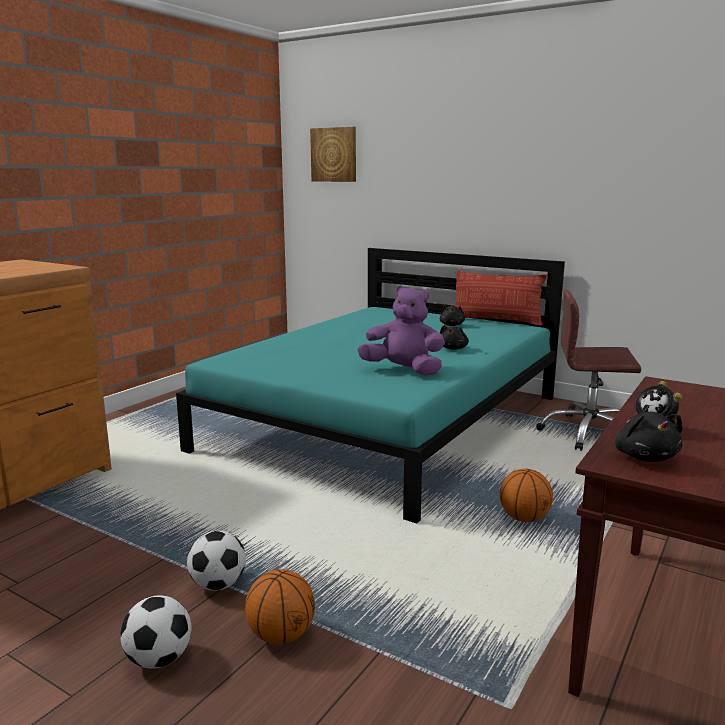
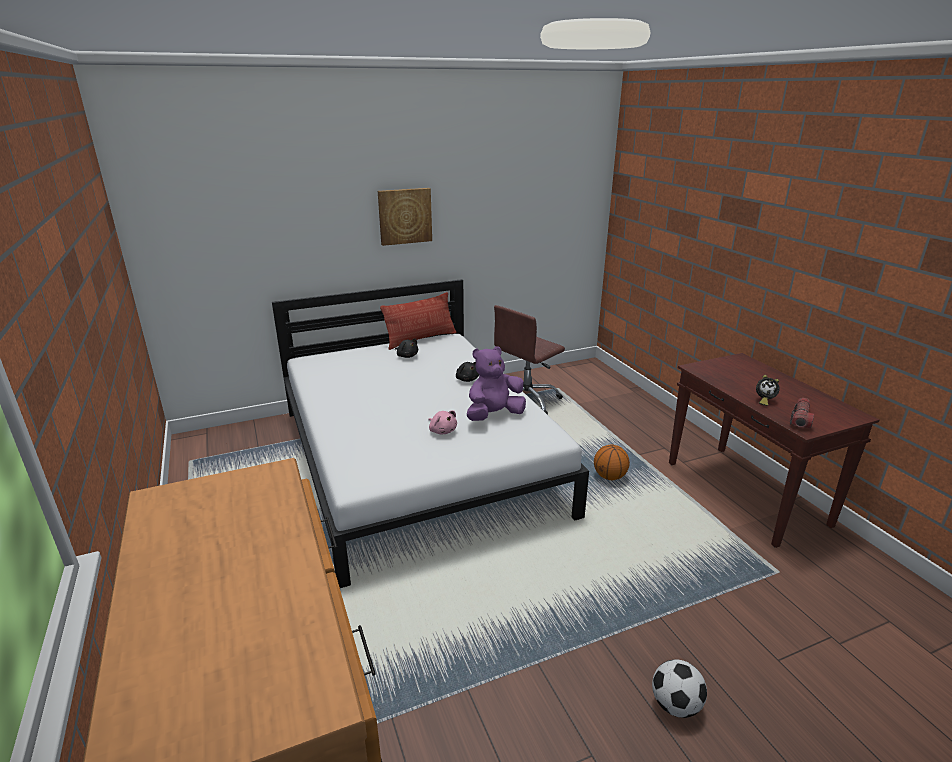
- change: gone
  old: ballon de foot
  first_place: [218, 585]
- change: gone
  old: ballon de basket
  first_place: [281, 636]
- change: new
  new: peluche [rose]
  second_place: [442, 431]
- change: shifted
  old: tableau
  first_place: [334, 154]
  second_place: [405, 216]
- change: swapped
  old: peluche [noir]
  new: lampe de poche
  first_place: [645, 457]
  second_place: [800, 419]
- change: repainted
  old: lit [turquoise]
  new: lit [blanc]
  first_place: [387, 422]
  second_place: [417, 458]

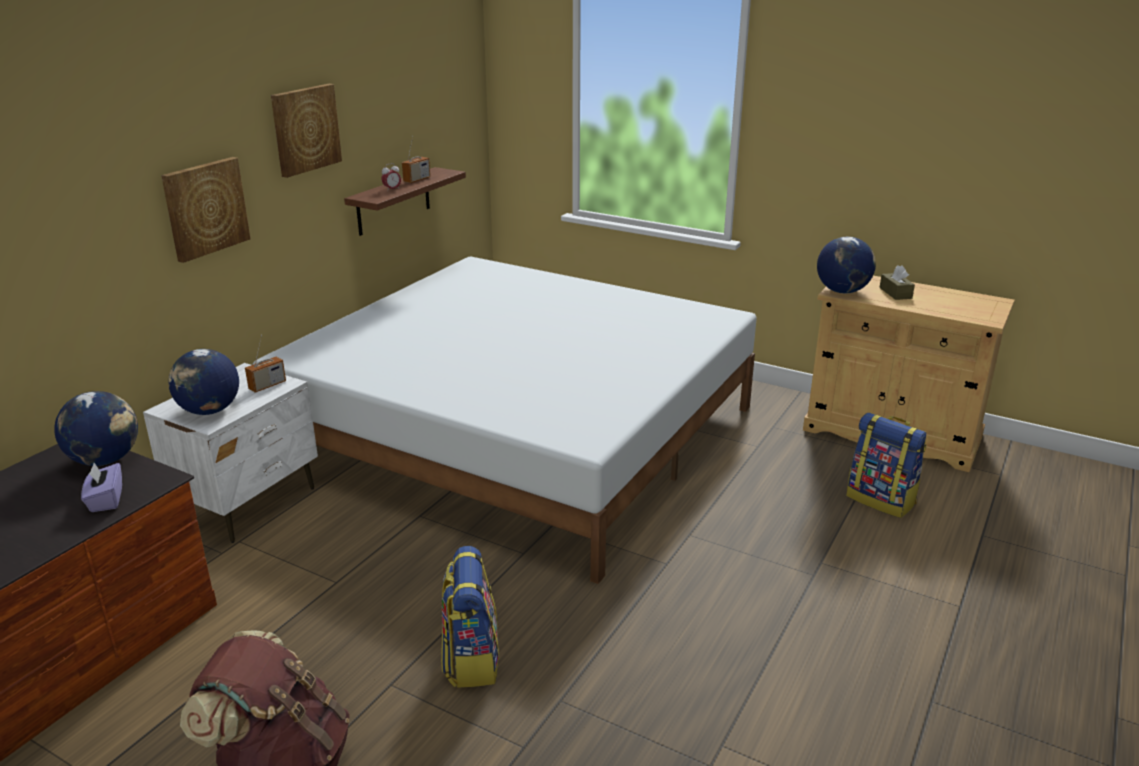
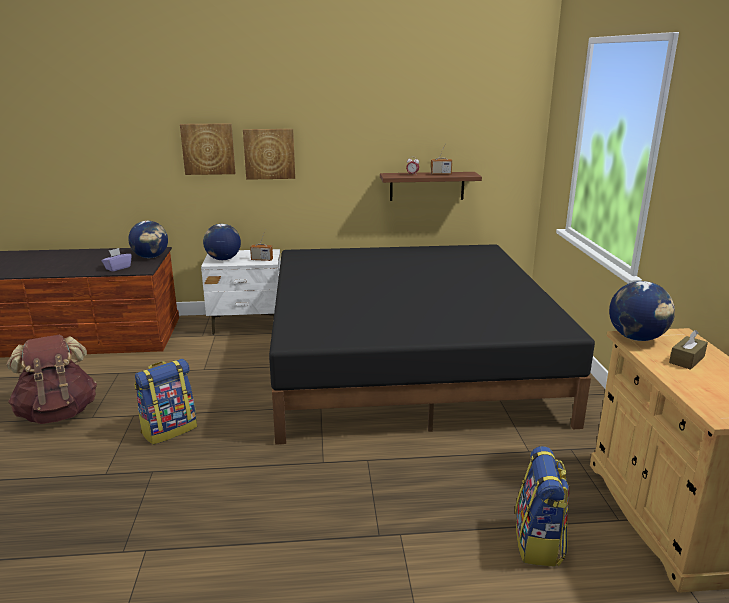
- change: shifted
  old: tableau
  first_place: [305, 129]
  second_place: [208, 149]
- change: repainted
  old: lit [blanc]
  new: lit [noir]
  first_place: [521, 433]
  second_place: [407, 360]

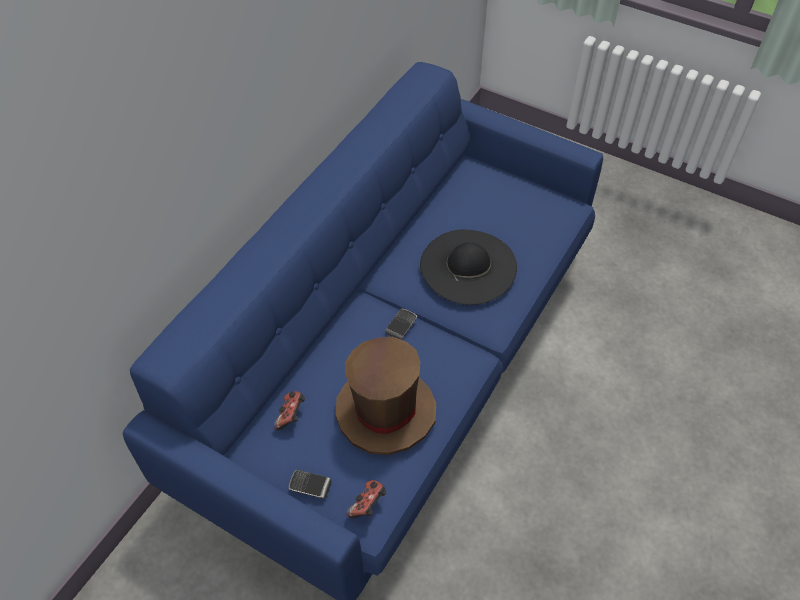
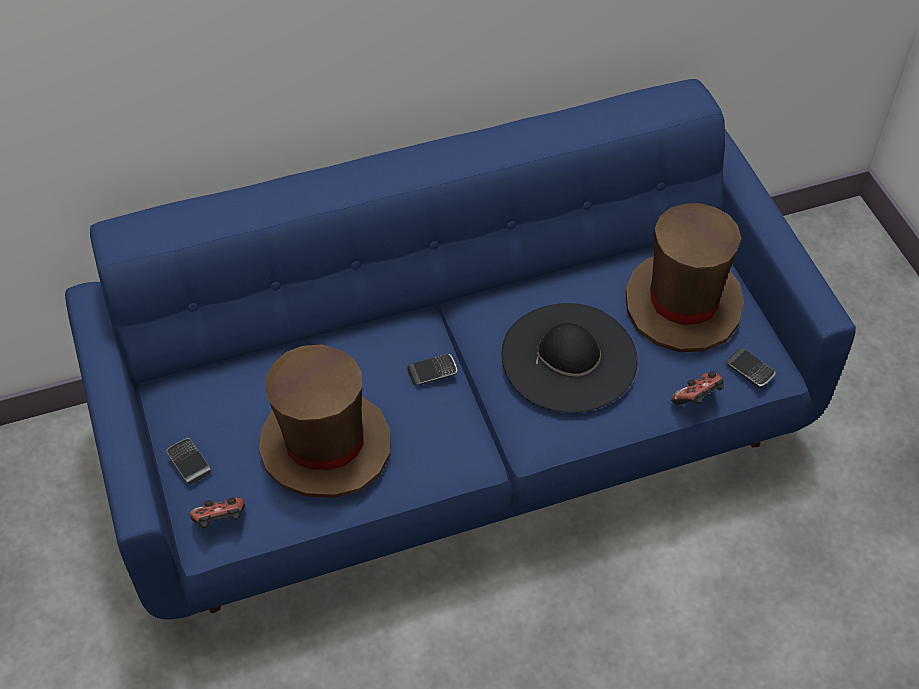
- change: new
  new: chapeau [marron]
  second_place: [683, 304]
- change: new
  new: téléphone
  second_place: [749, 369]
- change: shifted
  old: manette
  first_place: [291, 415]
  second_place: [697, 398]

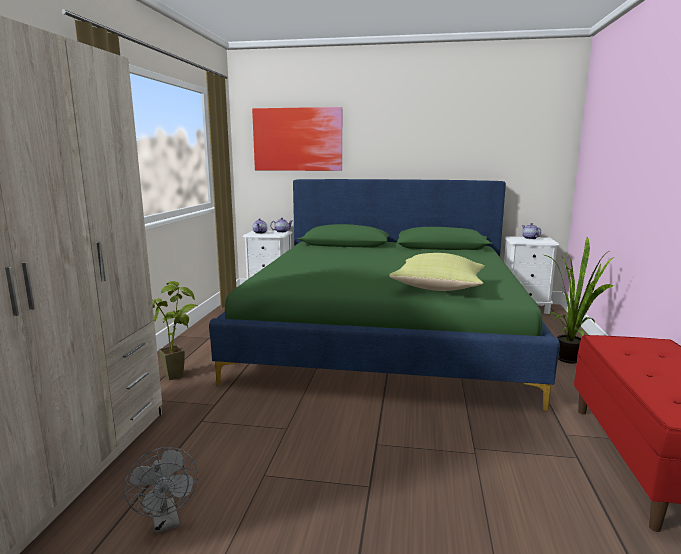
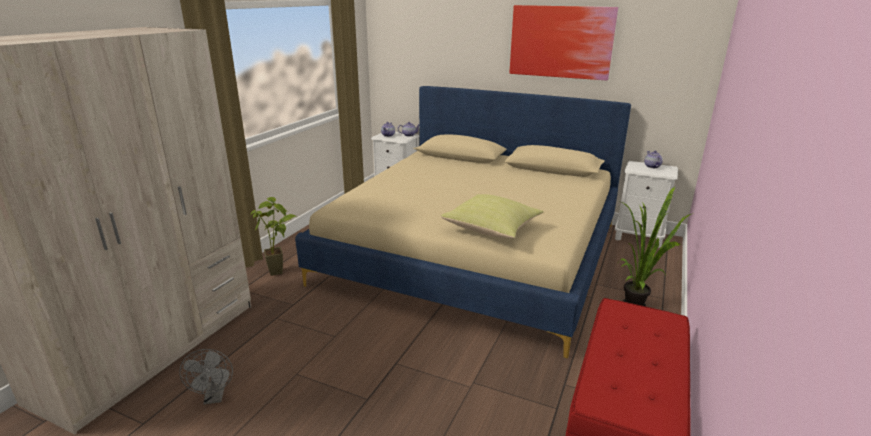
- change: shifted
  old: tableau
  first_place: [298, 139]
  second_place: [561, 42]
- change: repainted
  old: lit [vert]
  new: lit [beige]
  first_place: [386, 334]
  second_place: [475, 252]

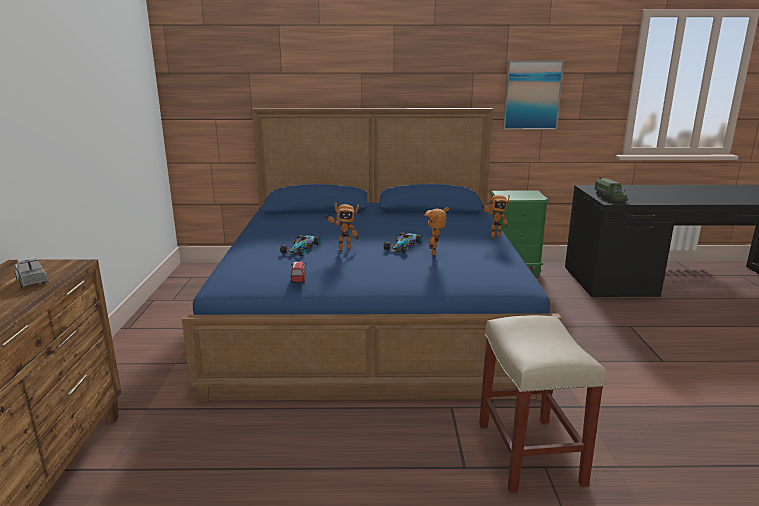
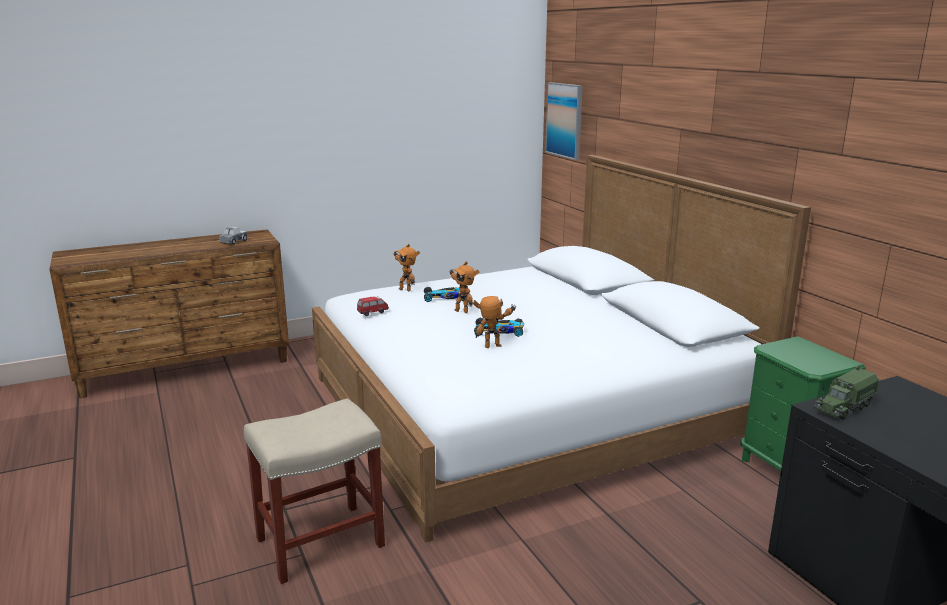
- change: shifted
  old: robot jouet
  first_place: [493, 237]
  second_place: [406, 289]
- change: shifted
  old: tableau
  first_place: [532, 95]
  second_place: [564, 120]
- change: repainted
  old: lit [bleu]
  new: lit [blanc]
  first_place: [372, 314]
  second_place: [527, 406]

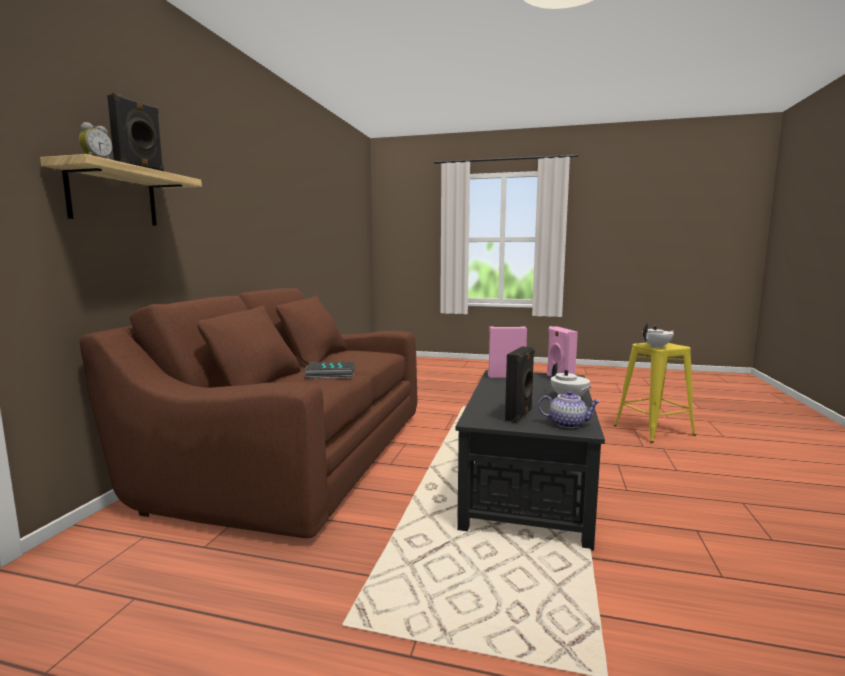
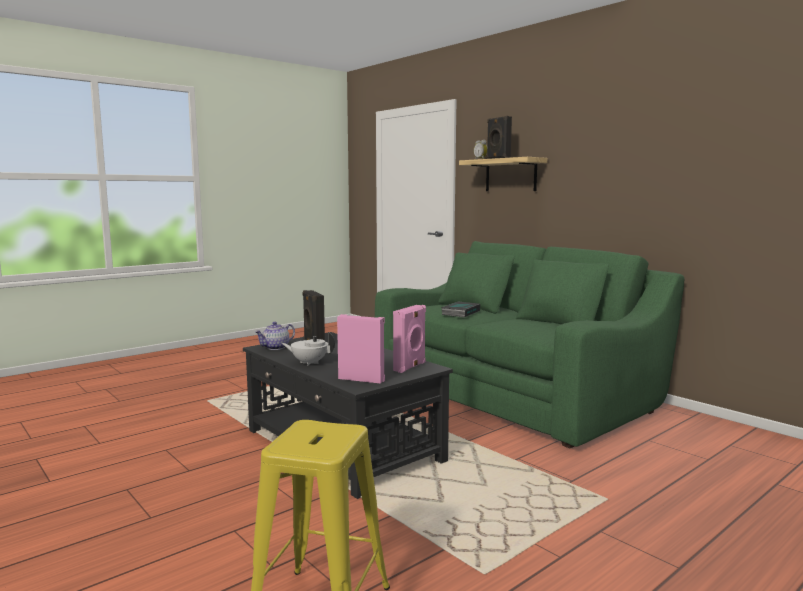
- change: gone
  old: théière [blanc]
  first_place: [657, 346]
- change: repainted
  old: canapé [marron]
  new: canapé [vert]
  first_place: [295, 455]
  second_place: [513, 392]

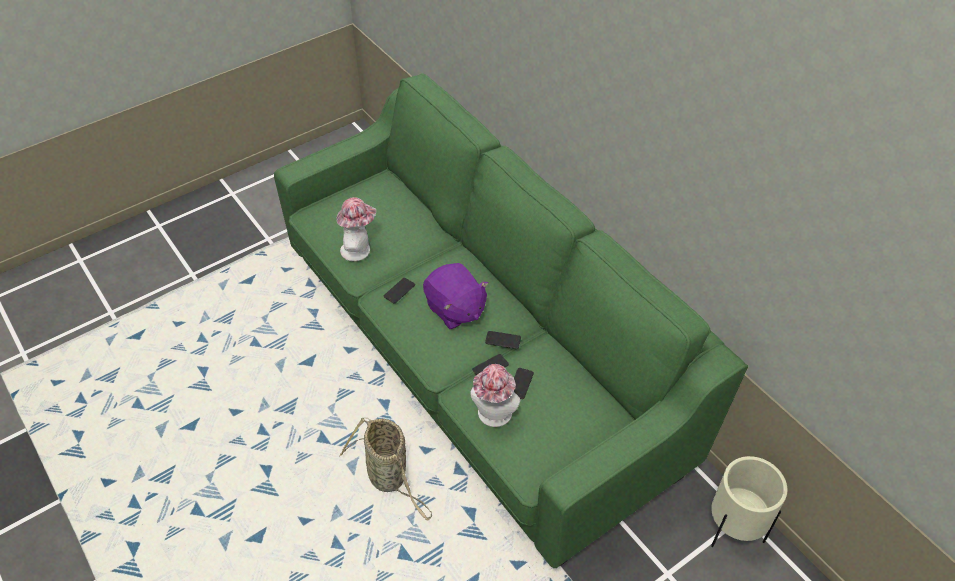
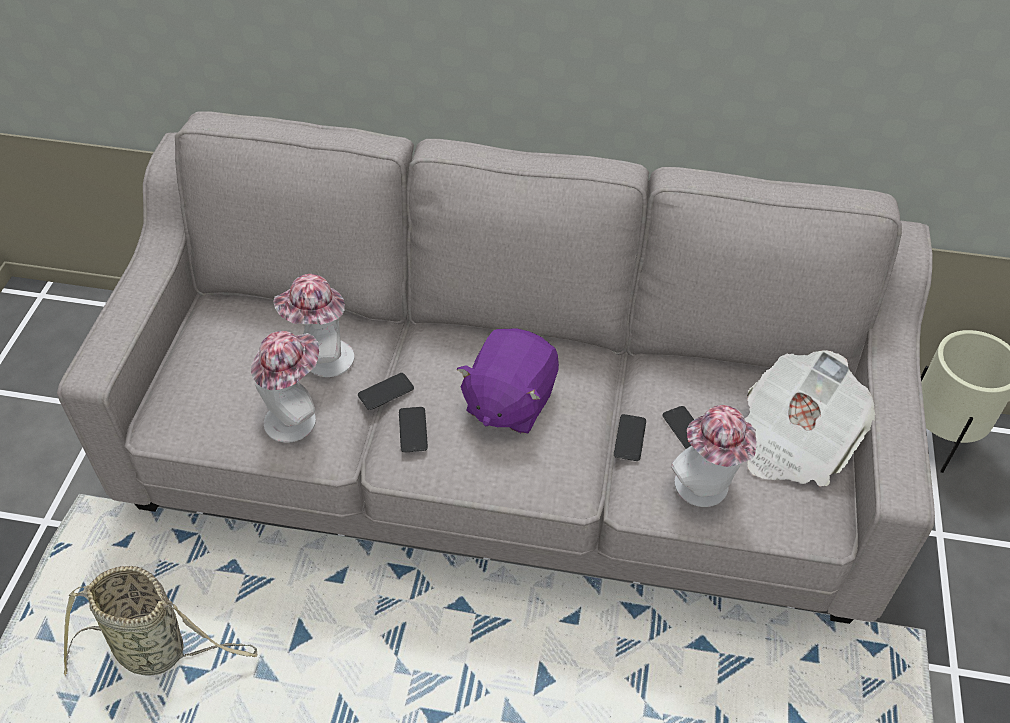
- change: new
  new: chapeau
  second_place: [322, 359]
- change: new
  new: journal
  second_place: [795, 441]
- change: shifted
  old: panier
  first_place: [389, 477]
  second_place: [157, 650]
- change: shifted
  old: téléphone
  first_place: [503, 340]
  second_place: [386, 392]
- change: repainted
  old: canapé [vert]
  new: canapé [gris]
  first_place: [478, 358]
  second_place: [505, 464]
- change: rotated
  old: peluche [violet]
  first_place: [455, 309]
  second_place: [509, 402]
  degrees: 105

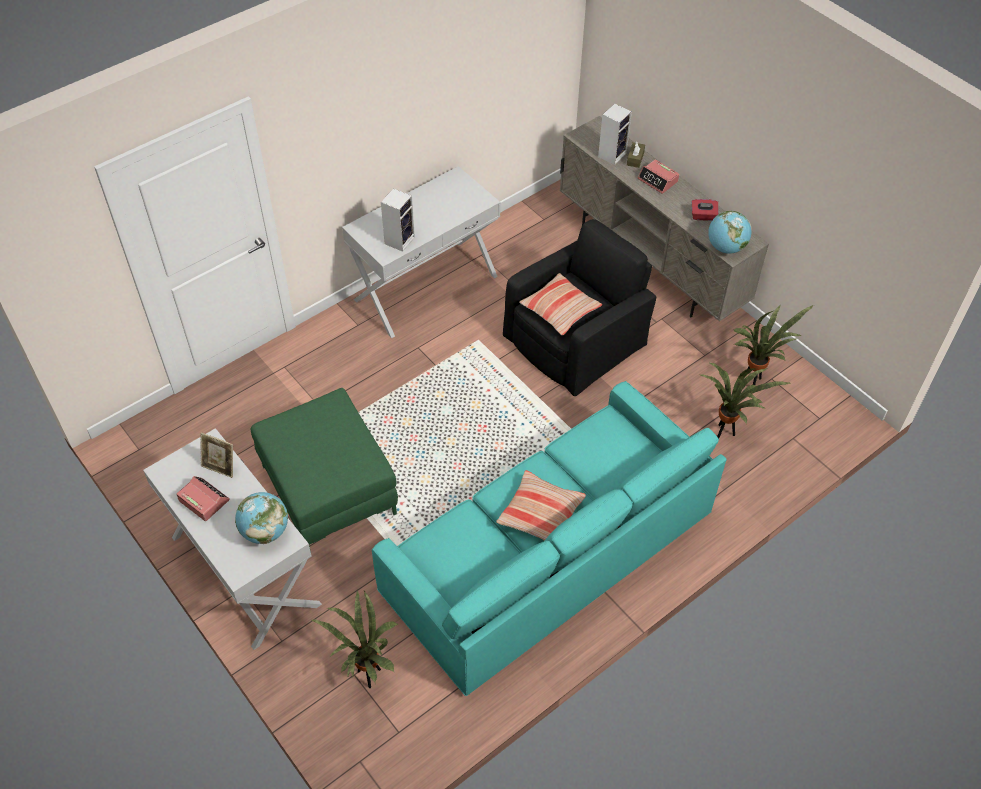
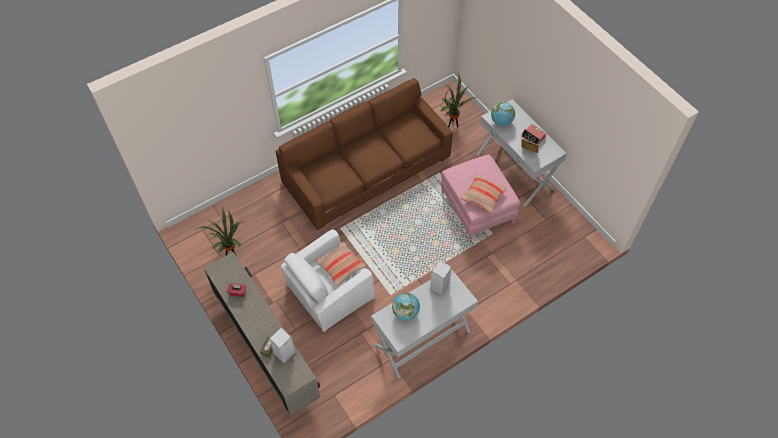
- change: gone
  old: réveil
  first_place: [658, 180]
- change: gone
  old: plante en pot
  first_place: [724, 434]
- change: shifted
  old: coussin
  first_place: [540, 514]
  second_place: [483, 196]
- change: shifted
  old: globe
  first_place: [726, 247]
  second_place: [405, 312]
- change: repainted
  old: pouf [vert]
  new: pouf [rose]
  first_place: [328, 489]
  second_place: [477, 208]
- change: repainted
  old: canapé [turquoise]
  new: canapé [marron]
  first_place: [547, 553]
  second_place: [367, 169]
- change: repainted
  old: fauteuil [noir]
  new: fauteuil [blanc]
  first_place: [576, 338]
  second_place: [329, 291]

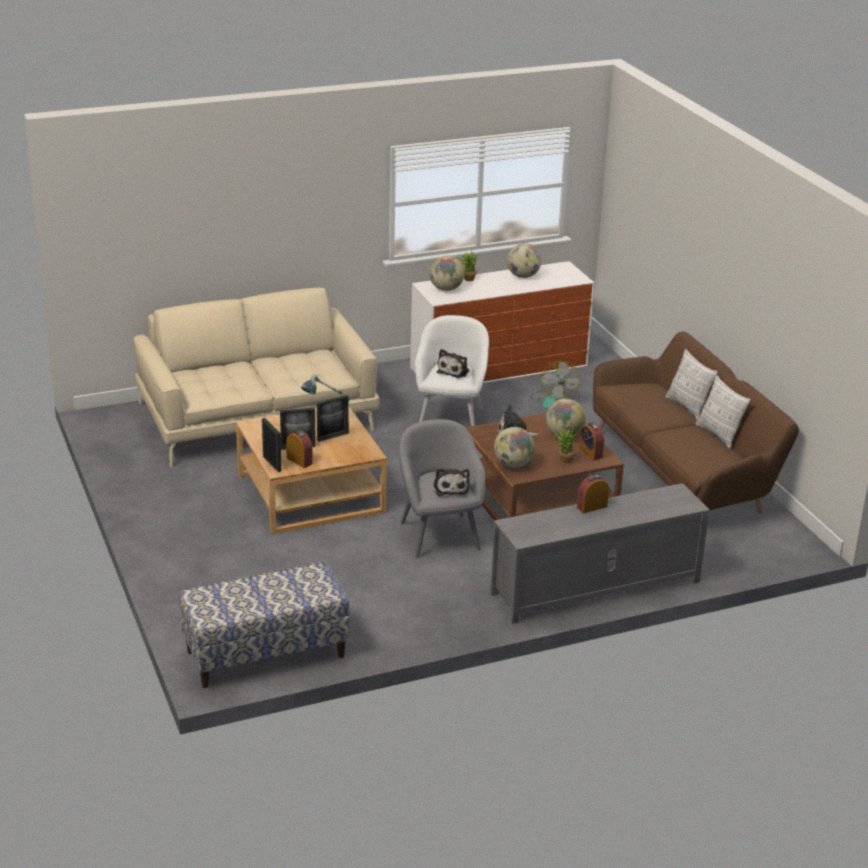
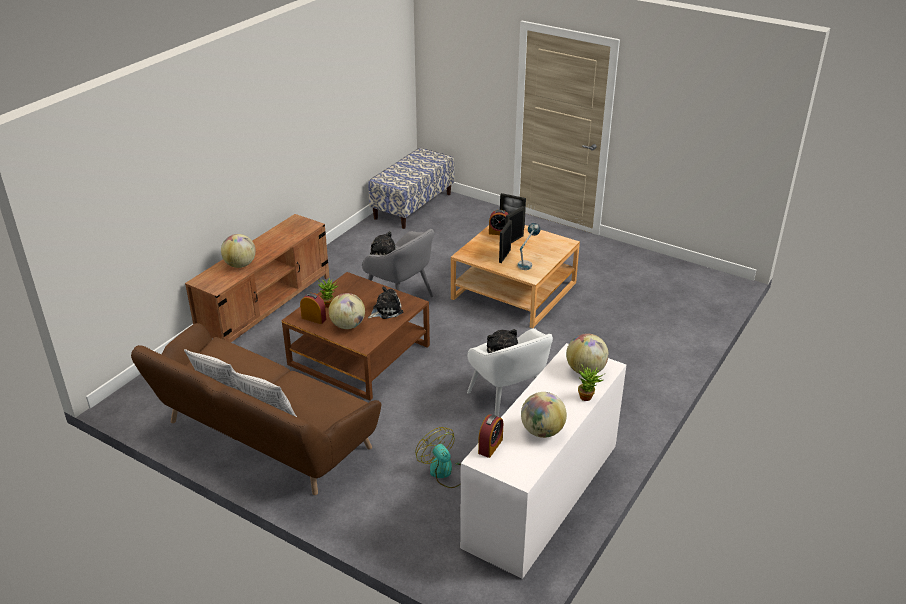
- change: gone
  old: canapé [beige]
  first_place: [257, 417]
- change: shifted
  old: globe
  first_place: [513, 464]
  second_place: [240, 265]
- change: shifted
  old: réveil
  first_place: [592, 507]
  second_place: [490, 446]
- change: repainted
  old: meuble télé [gris]
  new: meuble télé [marron]
  first_place: [595, 588]
  second_place: [266, 306]

